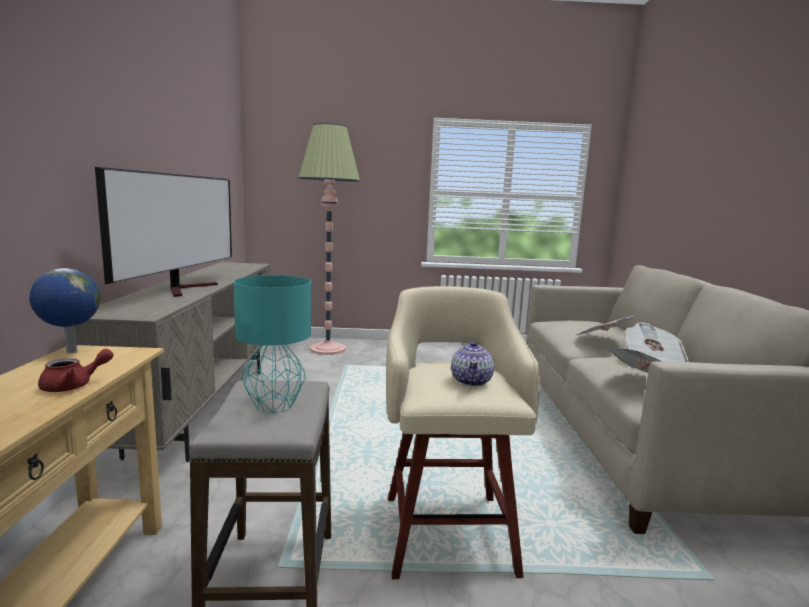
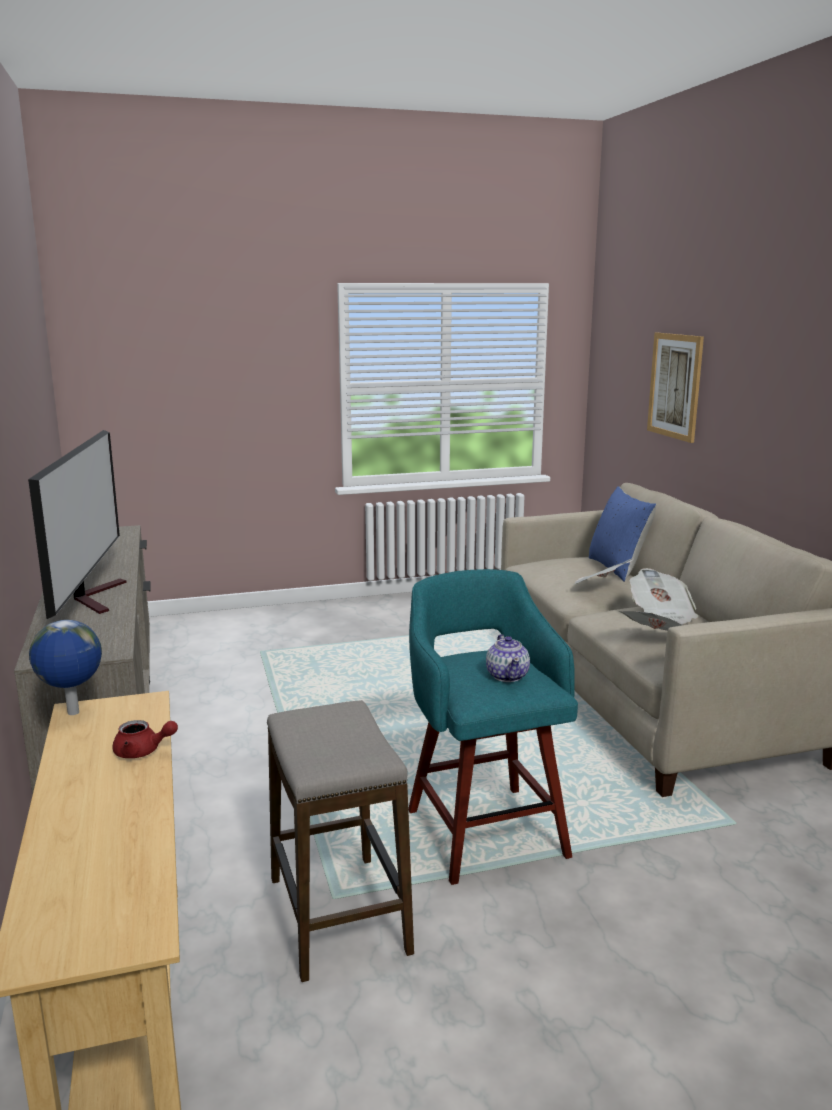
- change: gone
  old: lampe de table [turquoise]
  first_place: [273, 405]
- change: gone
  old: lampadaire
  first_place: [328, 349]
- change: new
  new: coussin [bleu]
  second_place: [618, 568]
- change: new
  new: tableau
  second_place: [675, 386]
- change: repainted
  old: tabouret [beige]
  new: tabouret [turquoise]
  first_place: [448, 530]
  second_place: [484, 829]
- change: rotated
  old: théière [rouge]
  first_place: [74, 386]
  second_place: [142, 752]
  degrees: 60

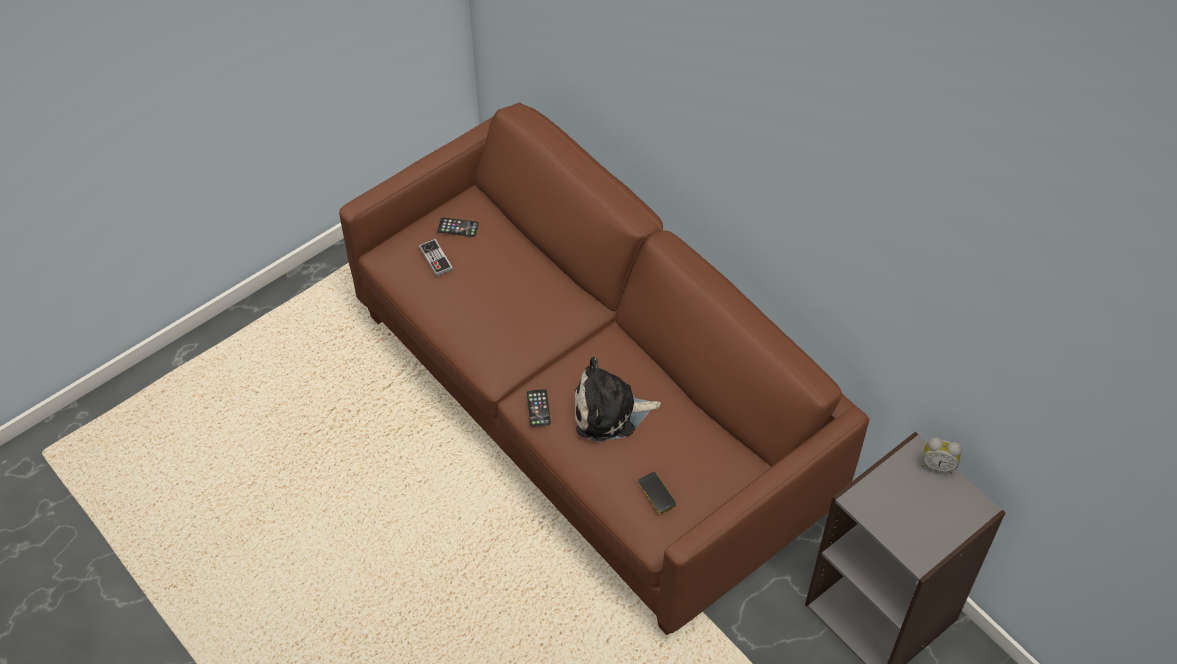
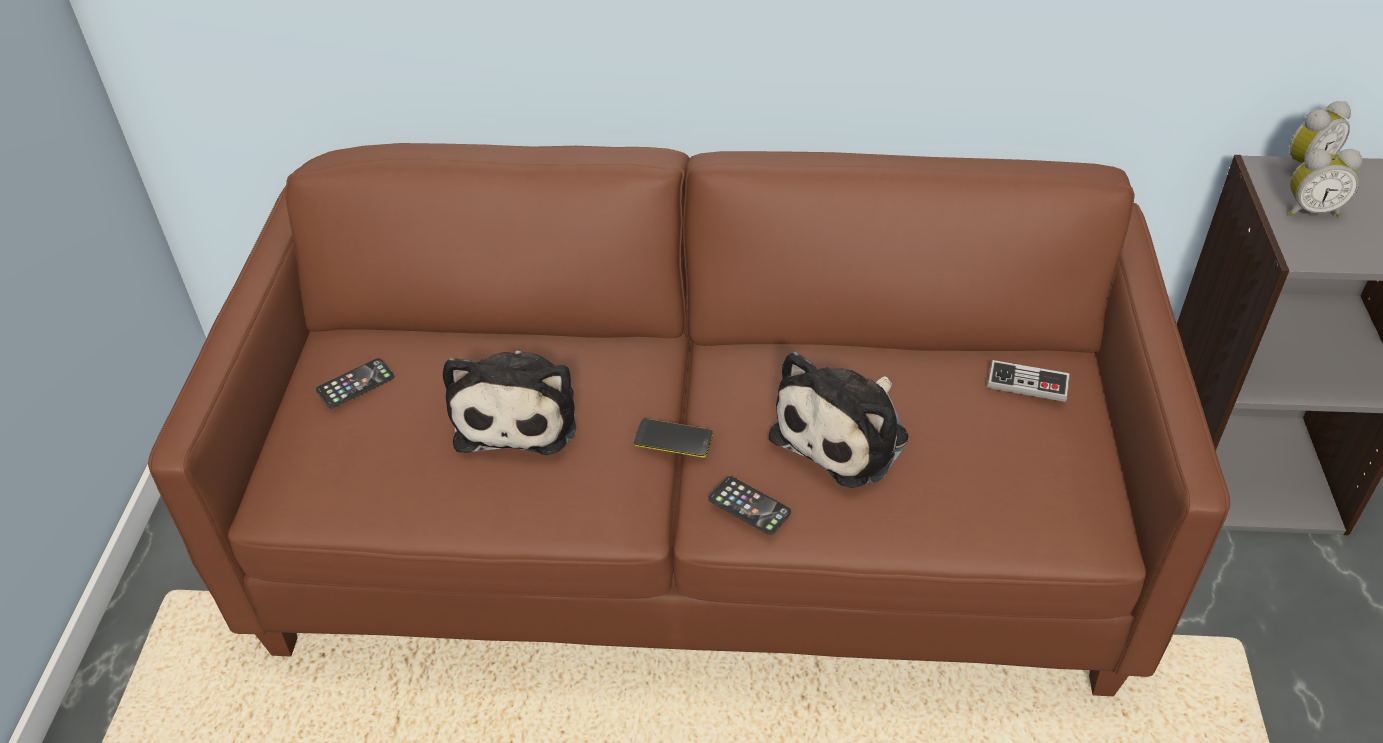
- change: new
  new: peluche
  second_place: [518, 413]
- change: new
  new: réveil
  second_place: [1311, 210]
- change: shifted
  old: manette
  first_place: [436, 258]
  second_place: [1028, 383]
- change: shifted
  old: téléphone
  first_place: [657, 493]
  second_place: [673, 439]

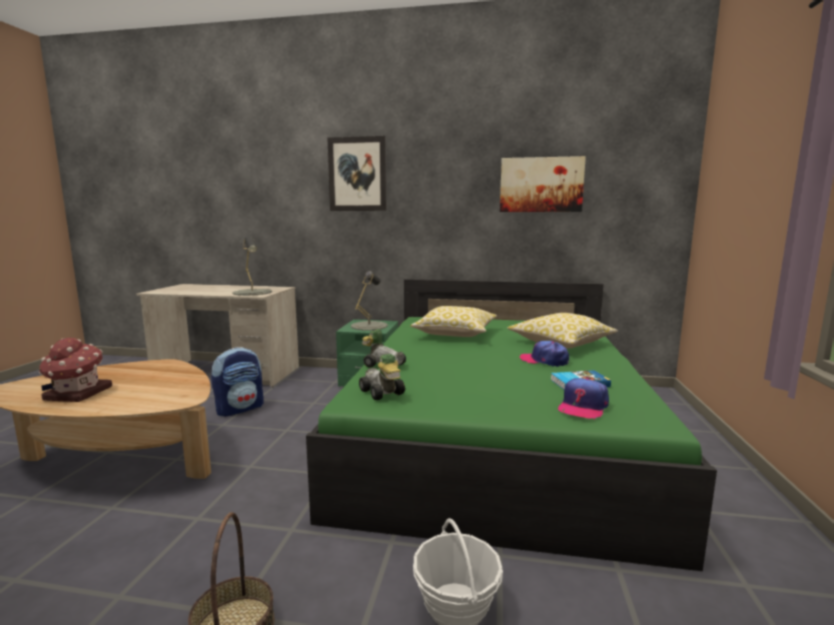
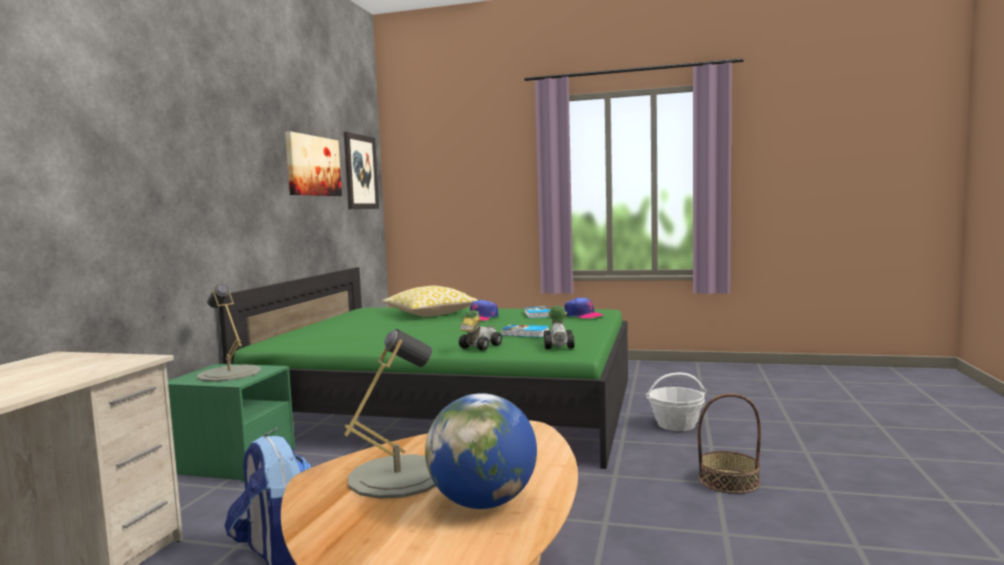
- change: gone
  old: coussin
  first_place: [455, 333]
- change: new
  new: livre
  second_place: [525, 334]
- change: shifted
  old: lampe de table [gris]
  first_place: [252, 292]
  second_place: [397, 476]
- change: shifted
  old: tableau
  first_place: [357, 174]
  second_place: [360, 172]
- change: swapped
  old: maison miniature
  new: globe
  first_place: [77, 394]
  second_place: [483, 502]
- change: rotated
  old: petite voiture
  first_place: [382, 394]
  second_place: [559, 345]
  degrees: -60

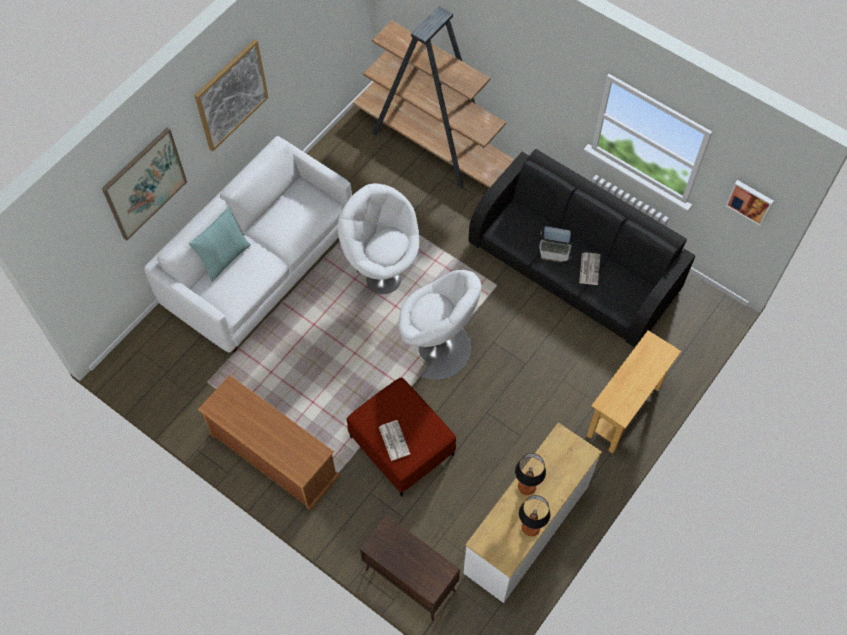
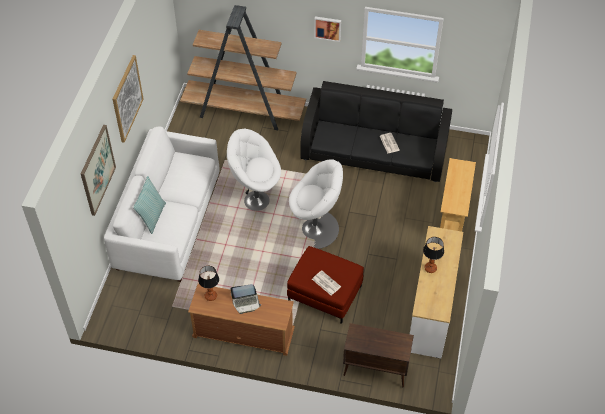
- change: shifted
  old: lampe de table
  first_place: [530, 528]
  second_place: [210, 296]
- change: shifted
  old: ordinateur portable
  first_place: [555, 249]
  second_place: [246, 303]
- change: shifted
  old: tableau
  first_place: [750, 201]
  second_place: [327, 28]

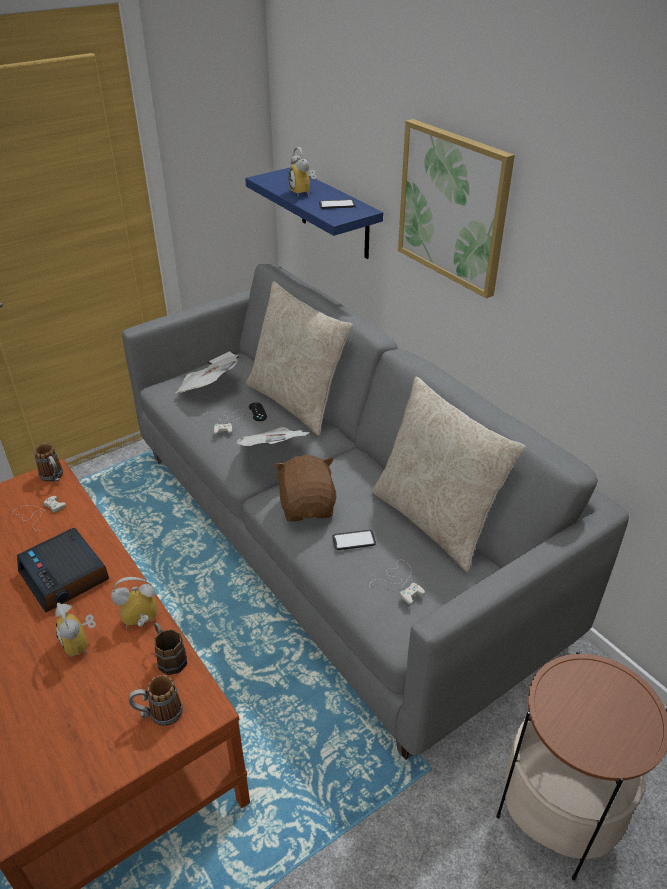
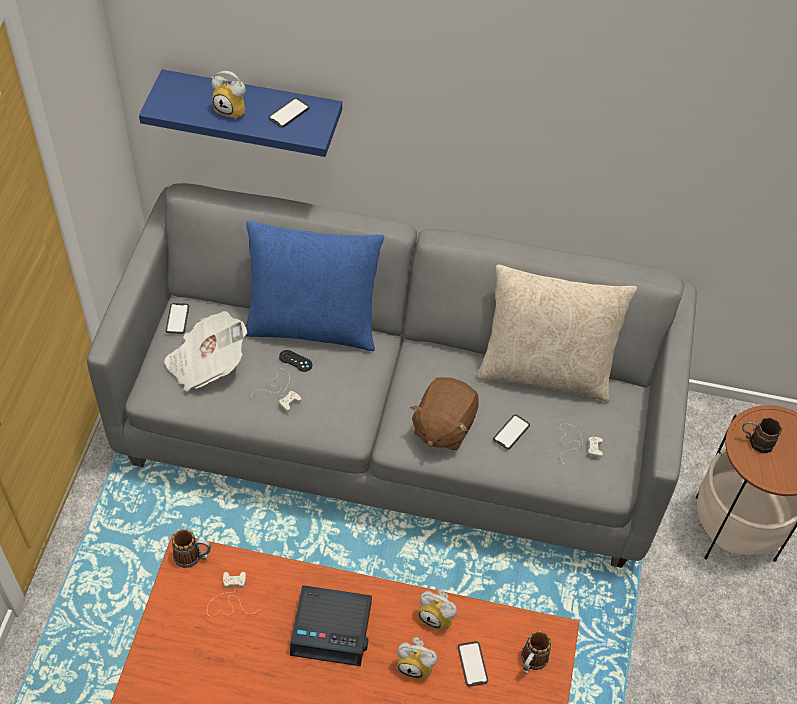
- change: gone
  old: journal
  first_place: [274, 452]
- change: gone
  old: tableau
  first_place: [453, 207]
- change: new
  new: téléphone
  second_place: [472, 664]
- change: shifted
  old: mug [marron]
  first_place: [169, 657]
  second_place: [755, 441]
- change: repainted
  old: coussin [beige]
  new: coussin [bleu]
  first_place: [297, 402]
  second_place: [312, 325]
- change: rotated
  old: réveil
  first_place: [140, 623]
  second_place: [438, 616]
  degrees: -90
- change: rotated
  old: peluche [marron]
  first_place: [308, 506]
  second_place: [443, 426]
  degrees: -105

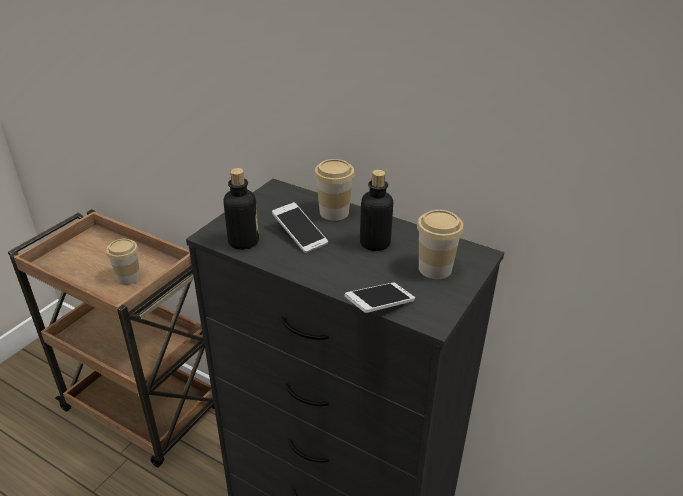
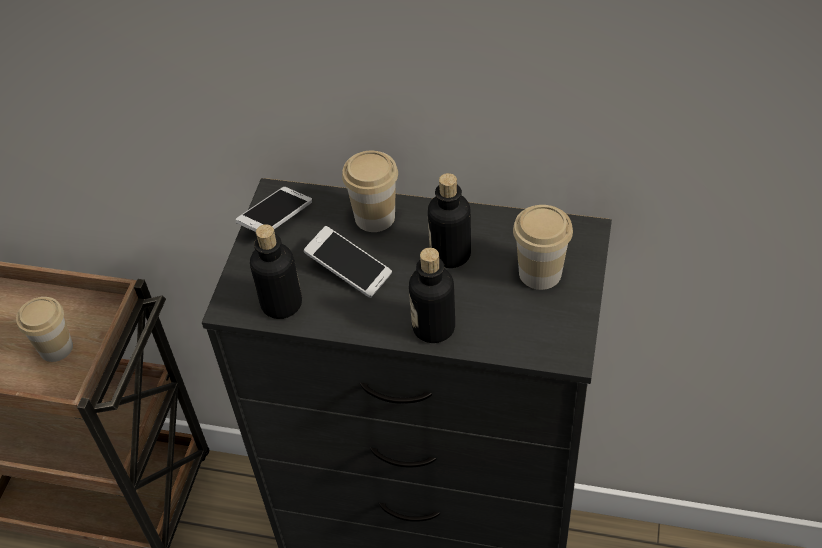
- change: new
  new: bouteille
  second_place: [433, 327]
- change: shifted
  old: téléphone
  first_place: [380, 305]
  second_place: [276, 219]

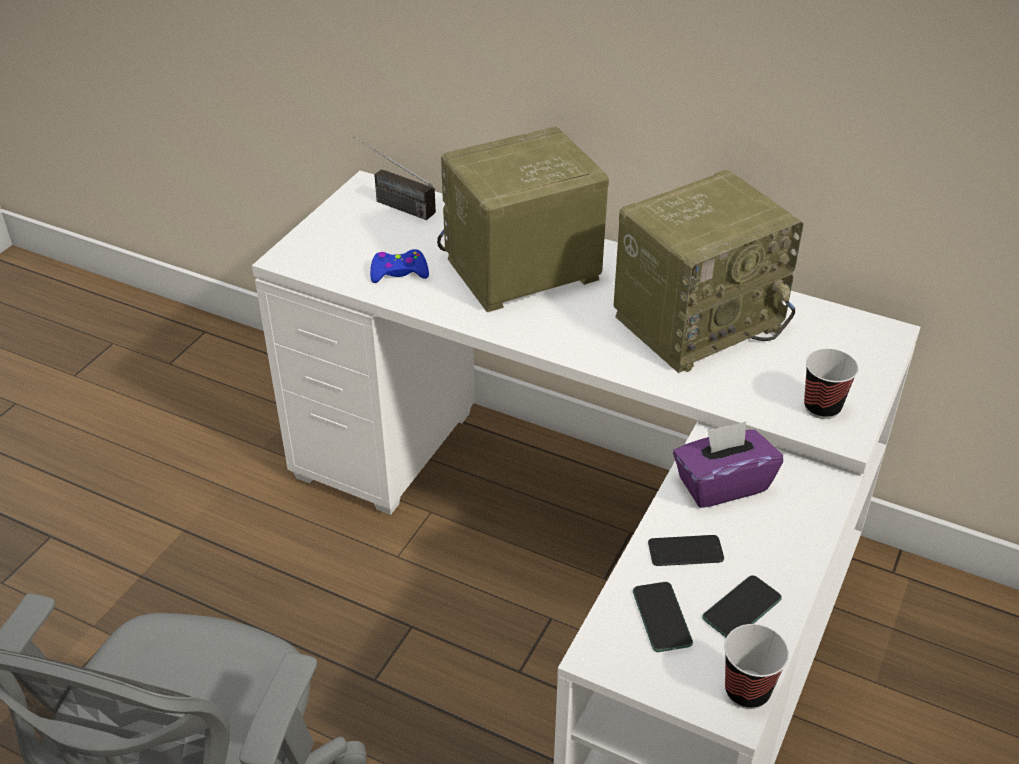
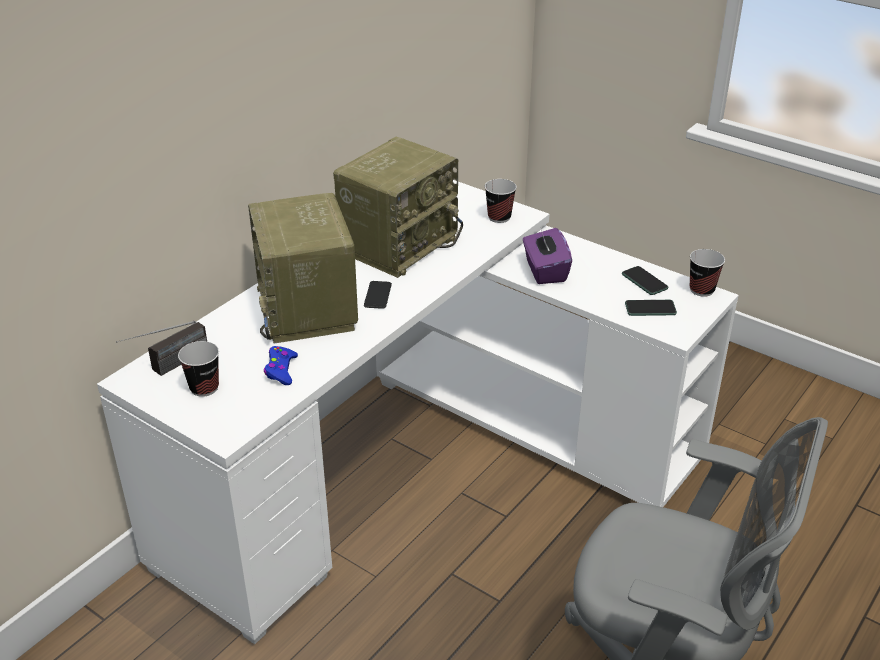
- change: new
  new: tasse
  second_place: [204, 388]
- change: shifted
  old: téléphone
  first_place: [685, 551]
  second_place: [377, 295]
- change: rotated
  old: radio
  first_place: [698, 320]
  second_place: [399, 244]
  degrees: 60

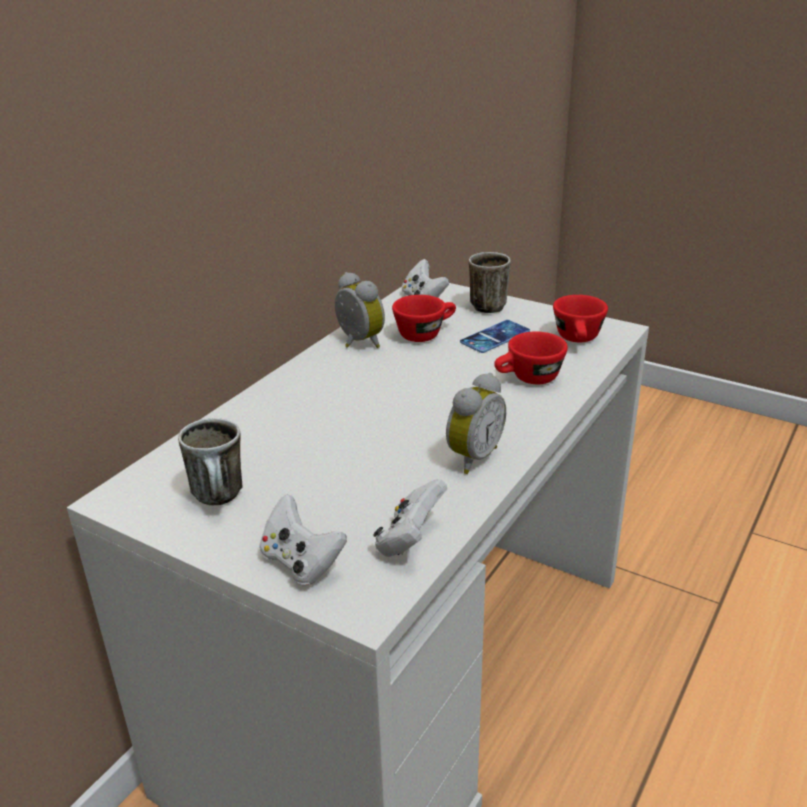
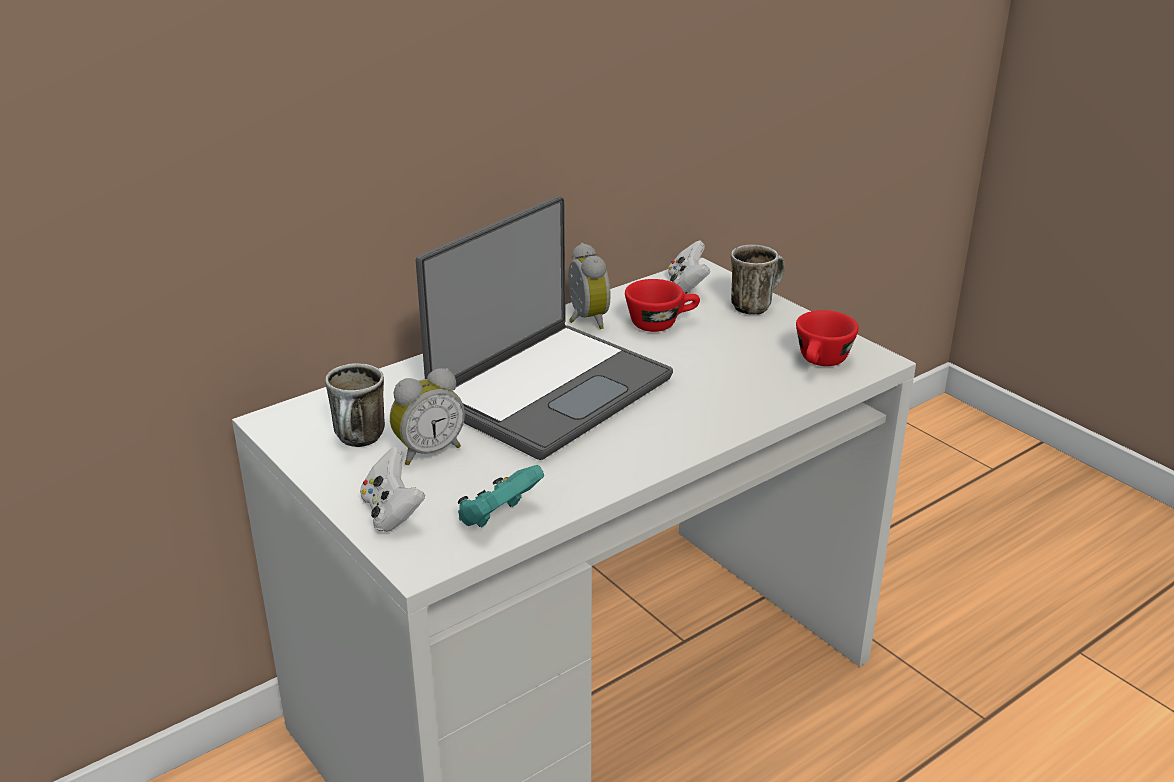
- change: gone
  old: téléphone
  first_place: [495, 337]
- change: gone
  old: tasse [rouge]
  first_place: [528, 379]
- change: new
  new: ordinateur portable
  second_place: [548, 390]
- change: shifted
  old: réveil
  first_place: [471, 457]
  second_place: [428, 451]
- change: repainted
  old: manette [blanc]
  new: manette [turquoise]
  first_place: [410, 540]
  second_place: [498, 517]

